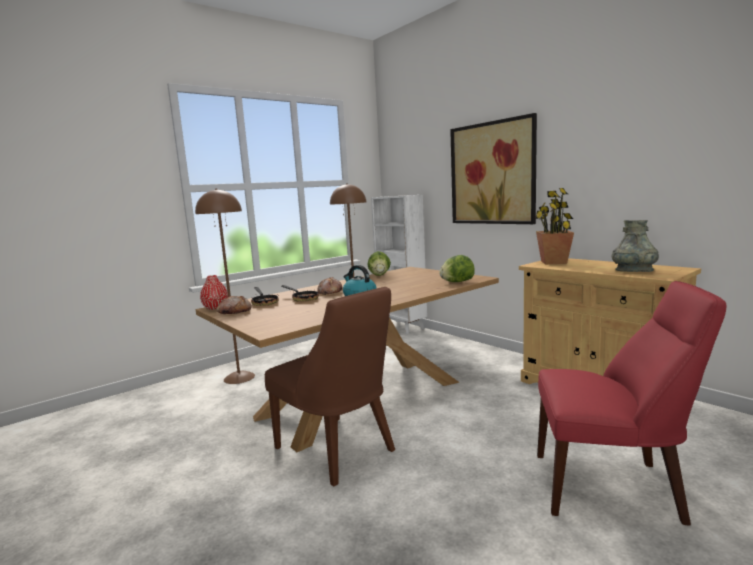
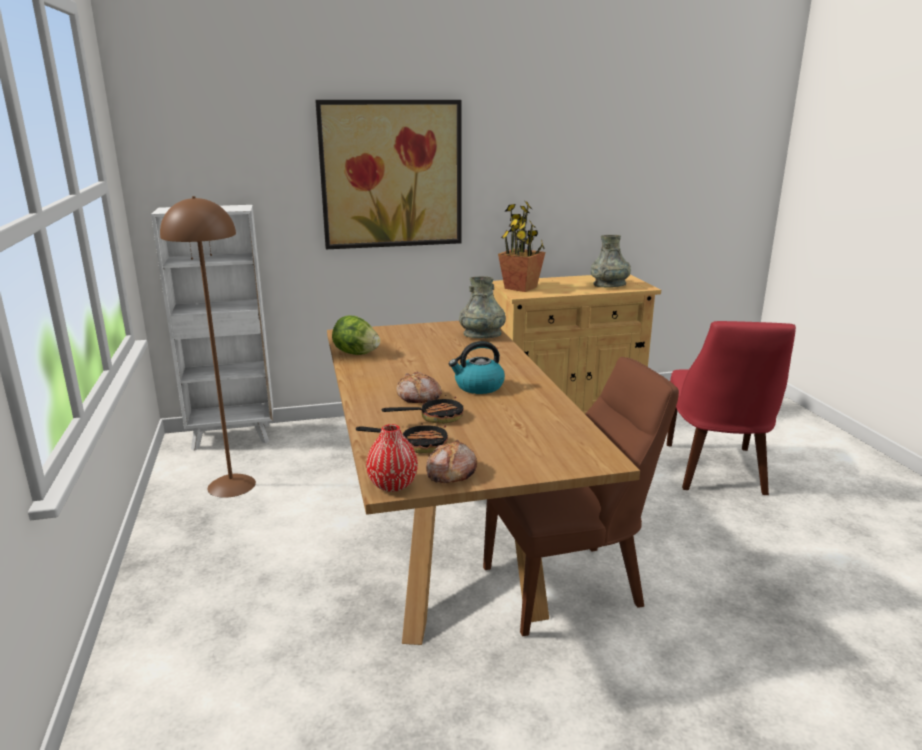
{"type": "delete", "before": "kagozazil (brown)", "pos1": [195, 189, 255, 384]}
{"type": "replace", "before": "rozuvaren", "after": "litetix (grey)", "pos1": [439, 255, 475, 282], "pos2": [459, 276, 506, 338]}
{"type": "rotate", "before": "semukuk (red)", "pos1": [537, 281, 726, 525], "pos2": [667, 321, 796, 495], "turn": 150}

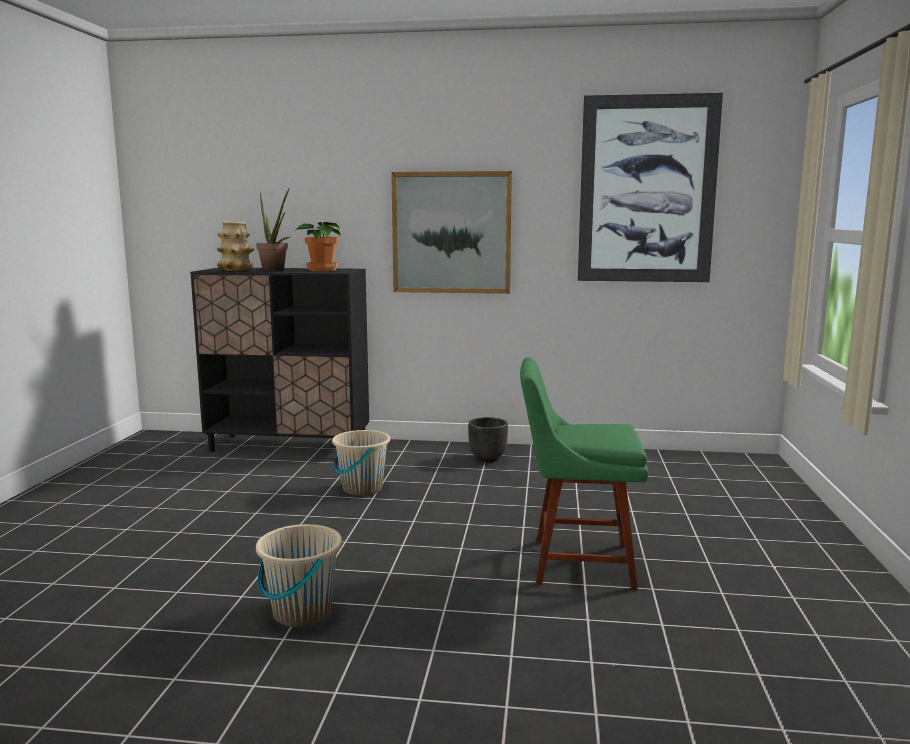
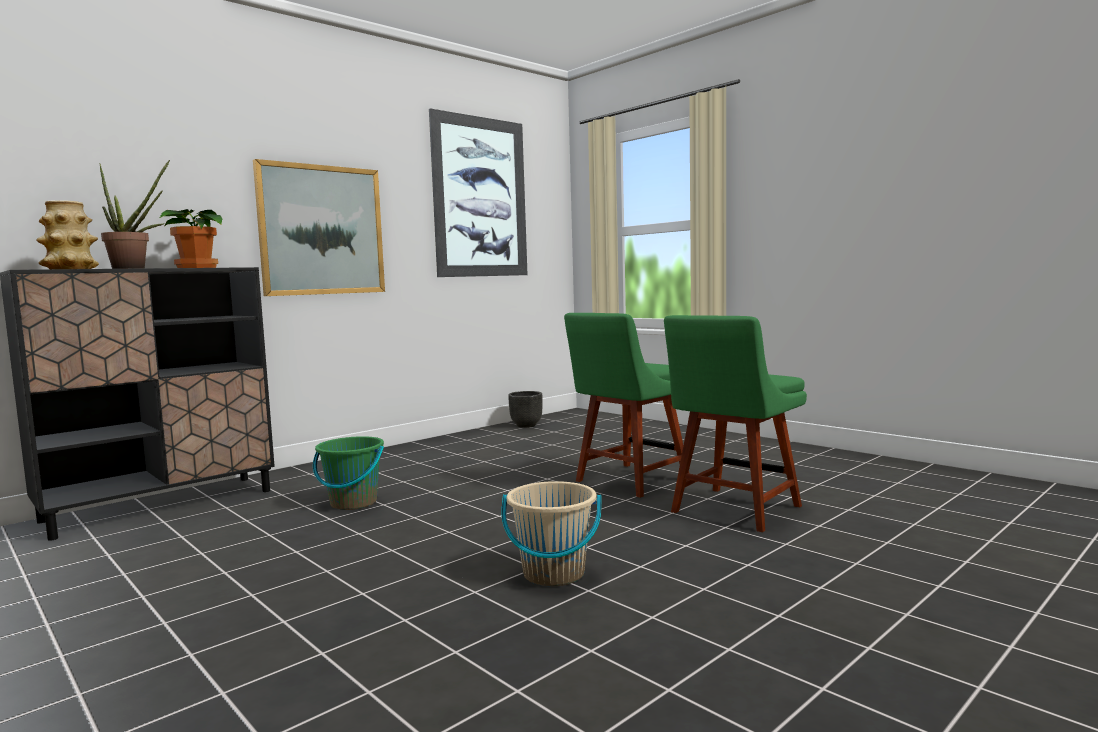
{"type": "insert", "after": "semukuk (green)", "pos2": [664, 315, 807, 532]}
{"type": "move", "before": "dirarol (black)", "pos1": [468, 417, 508, 462], "pos2": [508, 391, 543, 428]}
{"type": "recolor", "before": "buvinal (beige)", "after": "buvinal (green)", "pos1": [332, 430, 390, 496], "pos2": [313, 436, 384, 510]}

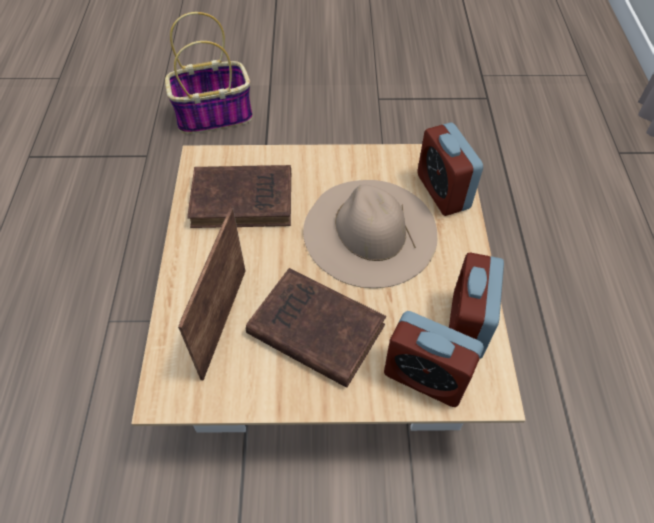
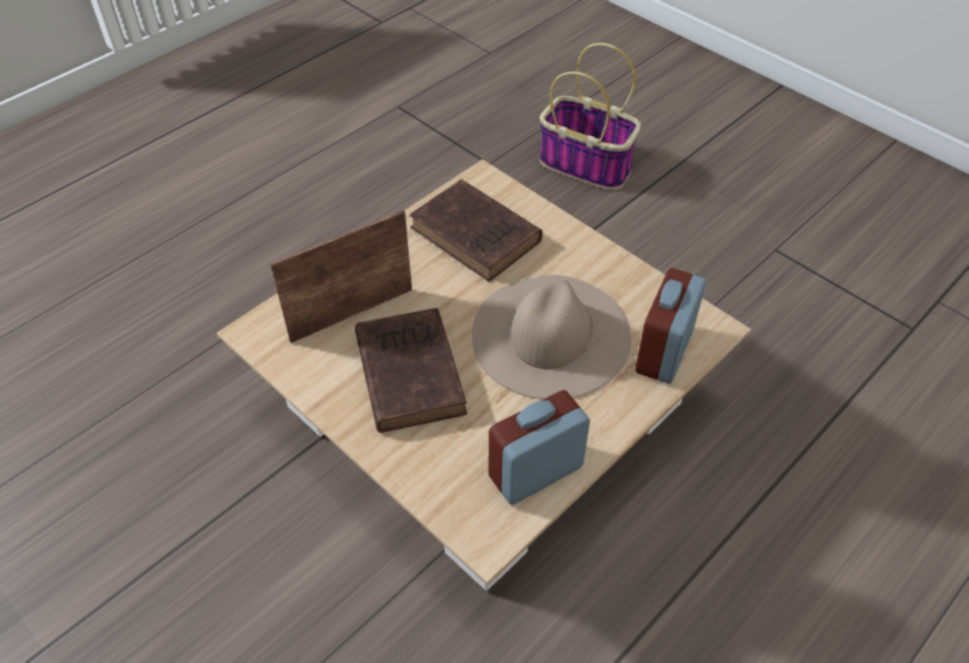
{"type": "delete", "before": "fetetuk", "pos1": [384, 311, 484, 407]}

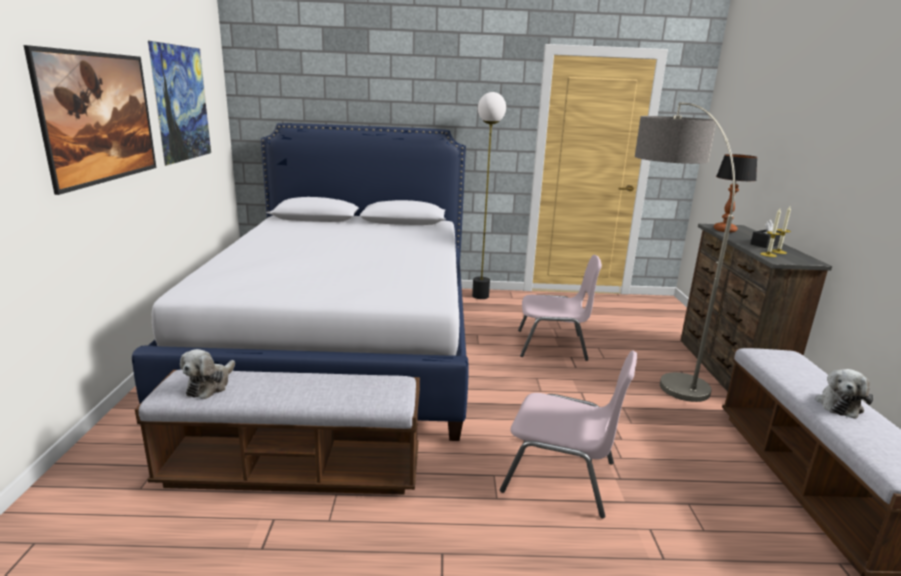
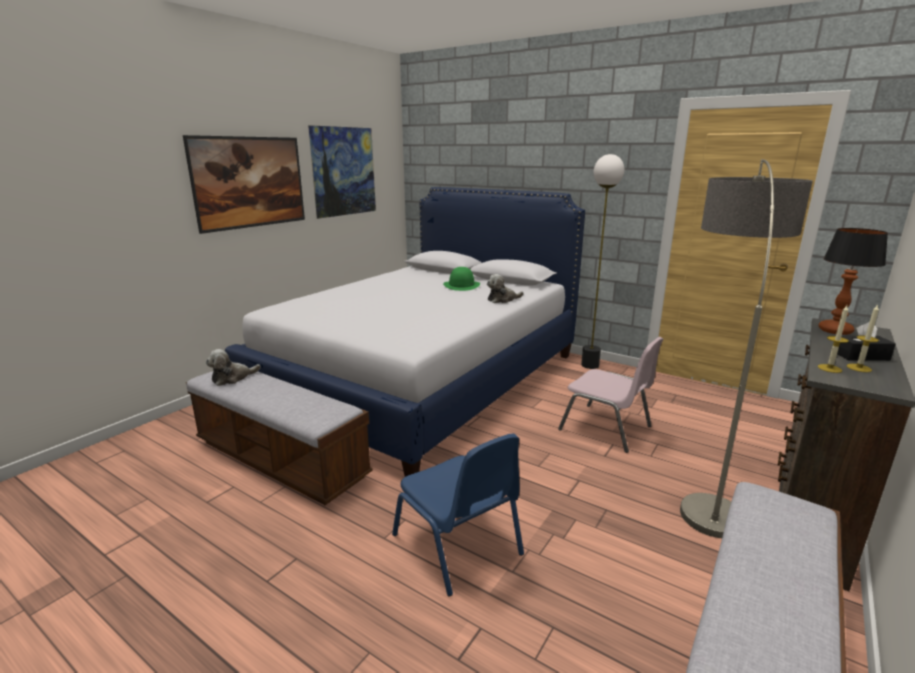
{"type": "insert", "after": "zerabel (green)", "pos2": [443, 267, 480, 291]}
{"type": "move", "before": "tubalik", "pos1": [815, 369, 873, 419], "pos2": [487, 274, 524, 303]}
{"type": "recolor", "before": "semukuk (pink)", "after": "semukuk (blue)", "pos1": [500, 351, 637, 518], "pos2": [392, 434, 524, 596]}

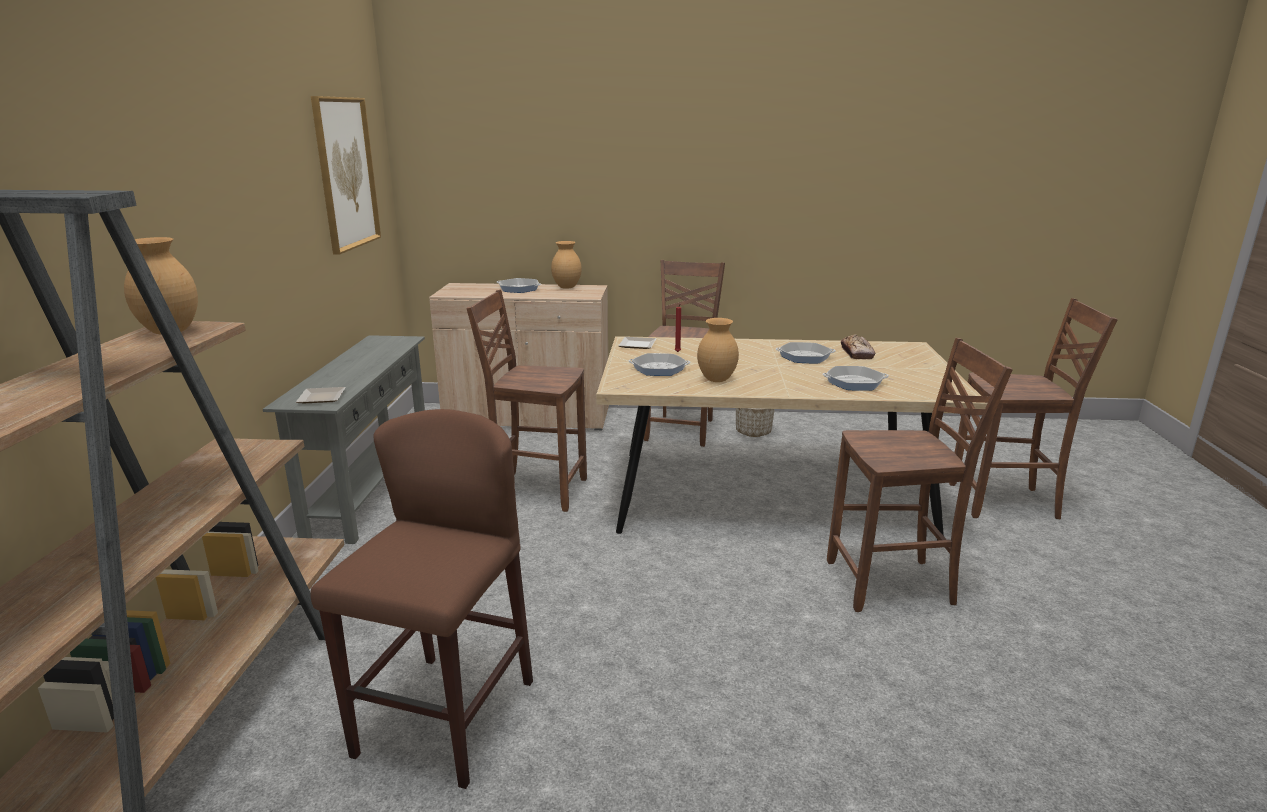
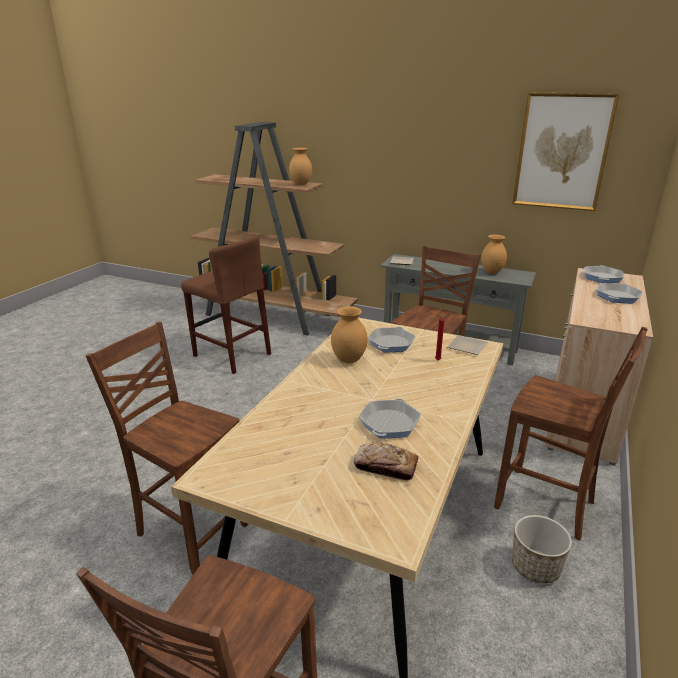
{"type": "move", "before": "litetix (brown)", "pos1": [551, 241, 582, 289], "pos2": [481, 235, 507, 274]}
{"type": "move", "before": "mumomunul", "pos1": [822, 366, 889, 391], "pos2": [584, 265, 624, 283]}
{"type": "rotate", "before": "semukuk (brown)", "pos1": [827, 338, 1013, 612], "pos2": [86, 322, 248, 575], "turn": 105}

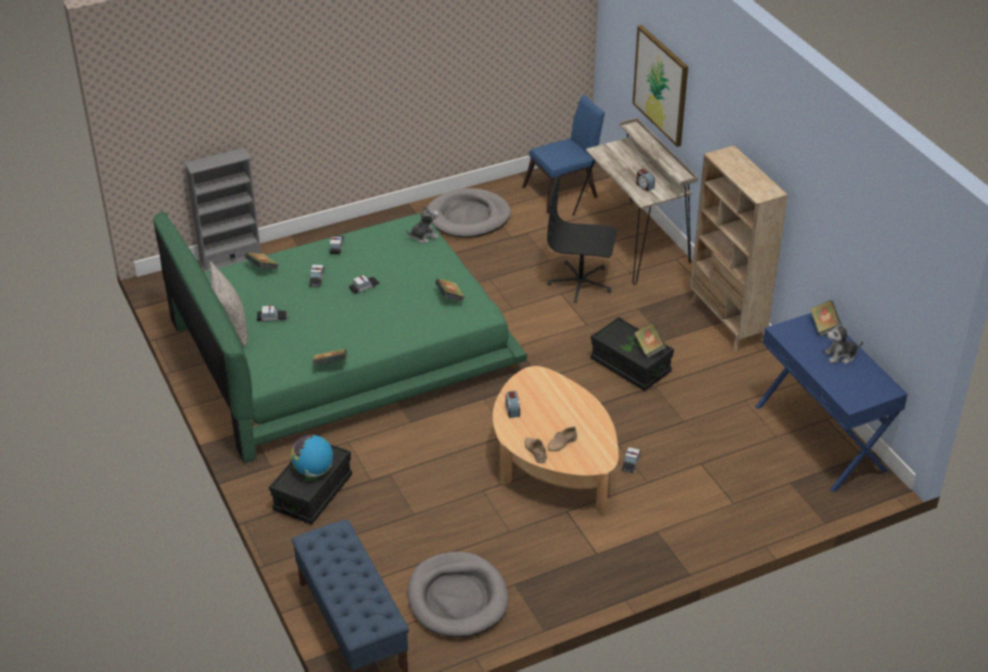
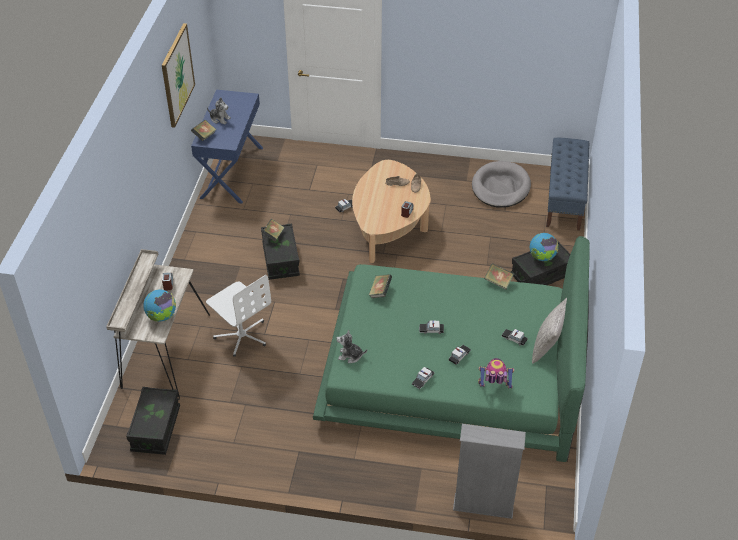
{"type": "delete", "before": "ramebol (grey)", "pos1": [427, 188, 511, 238]}
{"type": "delete", "before": "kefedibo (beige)", "pos1": [690, 145, 788, 352]}
{"type": "insert", "after": "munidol", "pos2": [143, 289, 176, 322]}
{"type": "move", "before": "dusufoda", "pos1": [632, 25, 688, 147], "pos2": [162, 23, 195, 128]}
{"type": "replace", "before": "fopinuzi", "after": "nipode", "pos1": [244, 252, 279, 269], "pos2": [478, 358, 514, 389]}
{"type": "replace", "before": "semukuk (blue)", "after": "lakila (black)", "pos1": [522, 94, 605, 213], "pos2": [126, 387, 180, 455]}
{"type": "recolor", "before": "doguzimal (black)", "after": "doguzimal (white)", "pos1": [547, 176, 617, 303], "pos2": [206, 275, 271, 357]}

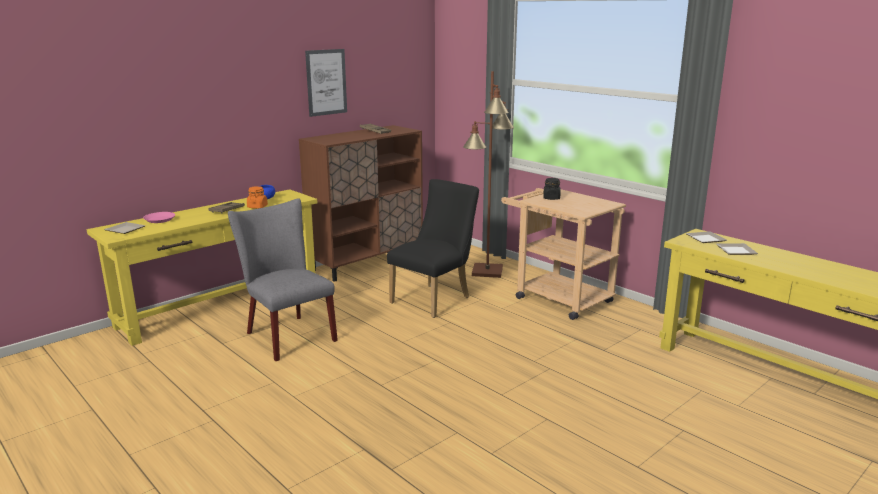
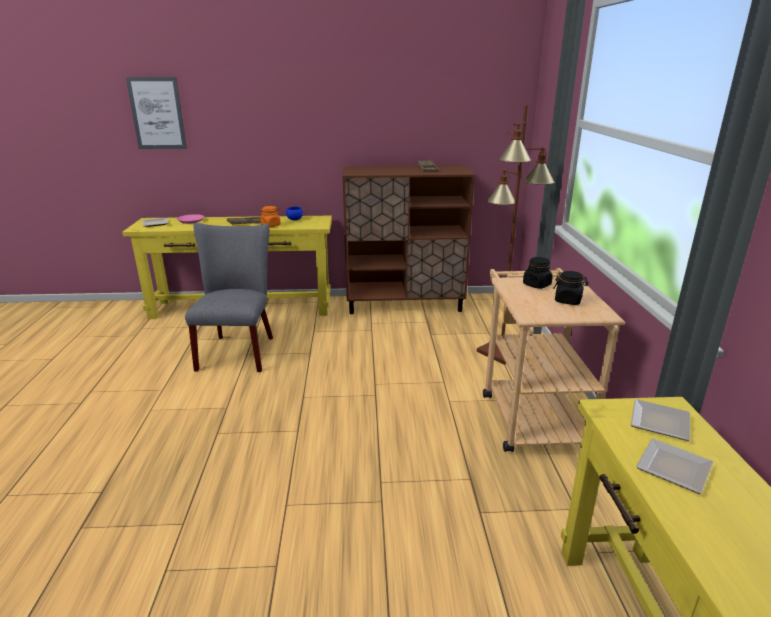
{"type": "delete", "before": "semukuk (black)", "pos1": [387, 179, 479, 318]}
{"type": "insert", "after": "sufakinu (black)", "pos2": [553, 271, 589, 305]}
{"type": "move", "before": "dusufoda", "pos1": [305, 49, 347, 117], "pos2": [126, 77, 187, 149]}

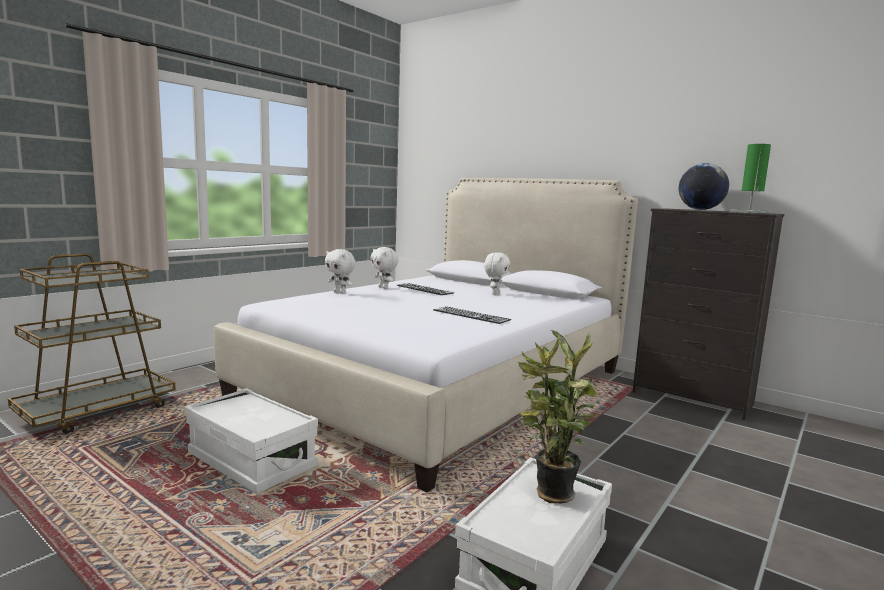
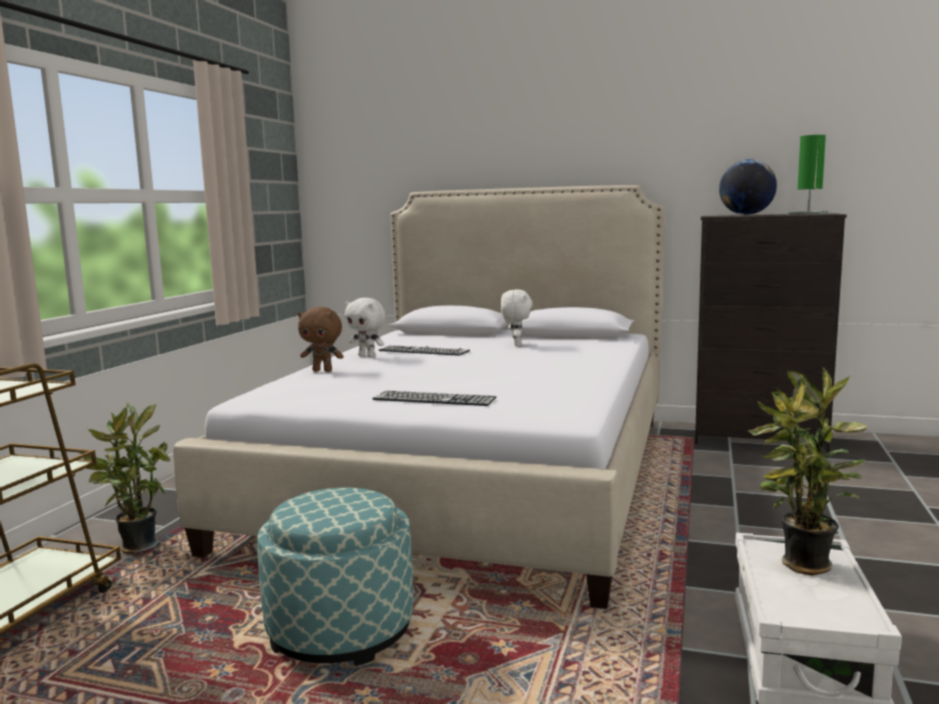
{"type": "insert", "after": "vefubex", "pos2": [78, 402, 170, 554]}
{"type": "move", "before": "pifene", "pos1": [433, 306, 511, 324], "pos2": [372, 391, 496, 406]}
{"type": "replace", "before": "lakila (white)", "after": "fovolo", "pos1": [184, 388, 318, 494], "pos2": [257, 488, 413, 666]}
{"type": "recolor", "before": "tubalik (white)", "after": "tubalik (brown)", "pos1": [325, 249, 356, 294], "pos2": [298, 307, 344, 372]}

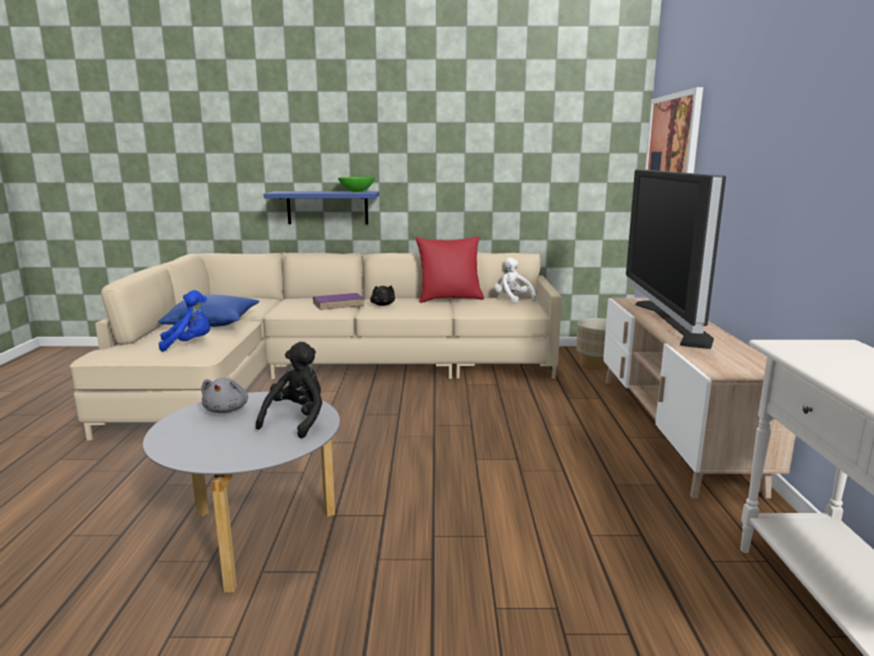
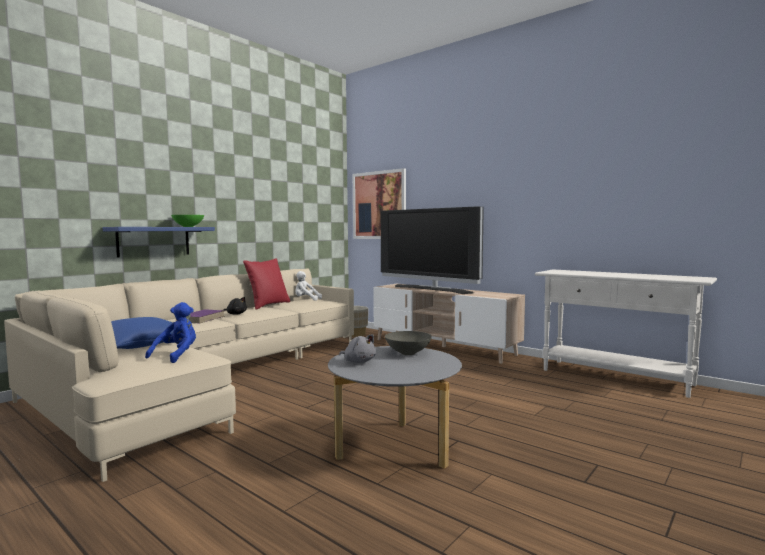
{"type": "replace", "before": "tubalik (black)", "after": "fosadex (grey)", "pos1": [256, 342, 322, 439], "pos2": [385, 331, 432, 355]}

